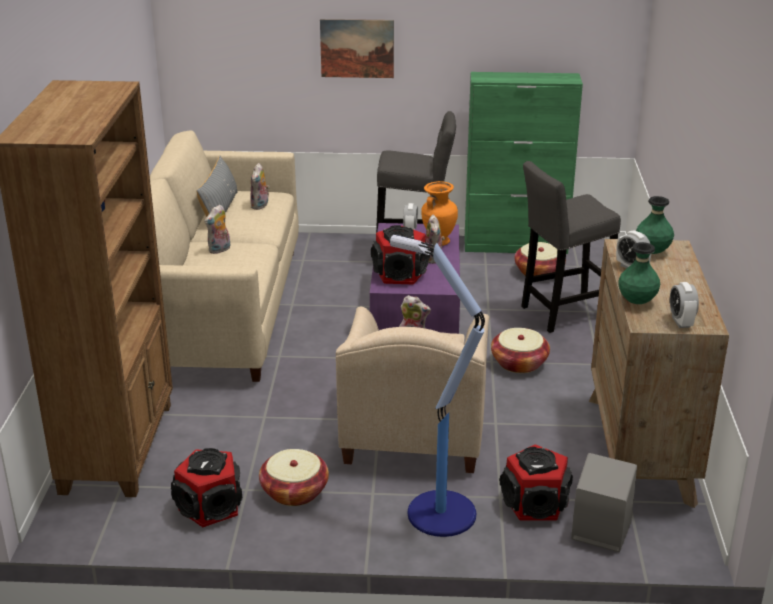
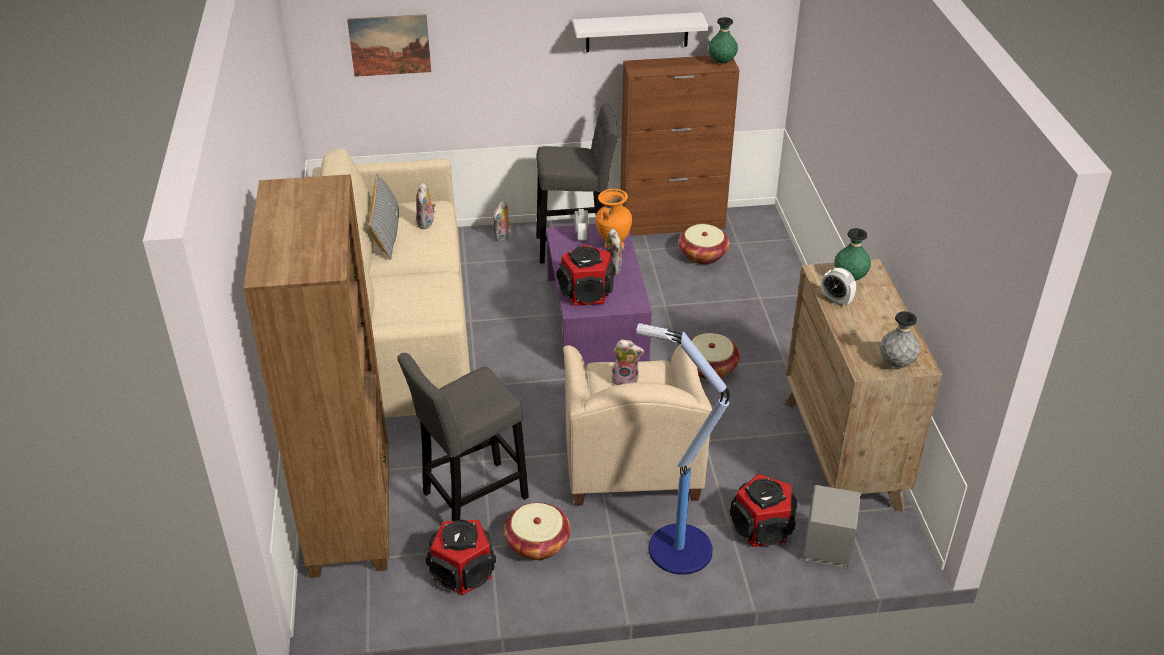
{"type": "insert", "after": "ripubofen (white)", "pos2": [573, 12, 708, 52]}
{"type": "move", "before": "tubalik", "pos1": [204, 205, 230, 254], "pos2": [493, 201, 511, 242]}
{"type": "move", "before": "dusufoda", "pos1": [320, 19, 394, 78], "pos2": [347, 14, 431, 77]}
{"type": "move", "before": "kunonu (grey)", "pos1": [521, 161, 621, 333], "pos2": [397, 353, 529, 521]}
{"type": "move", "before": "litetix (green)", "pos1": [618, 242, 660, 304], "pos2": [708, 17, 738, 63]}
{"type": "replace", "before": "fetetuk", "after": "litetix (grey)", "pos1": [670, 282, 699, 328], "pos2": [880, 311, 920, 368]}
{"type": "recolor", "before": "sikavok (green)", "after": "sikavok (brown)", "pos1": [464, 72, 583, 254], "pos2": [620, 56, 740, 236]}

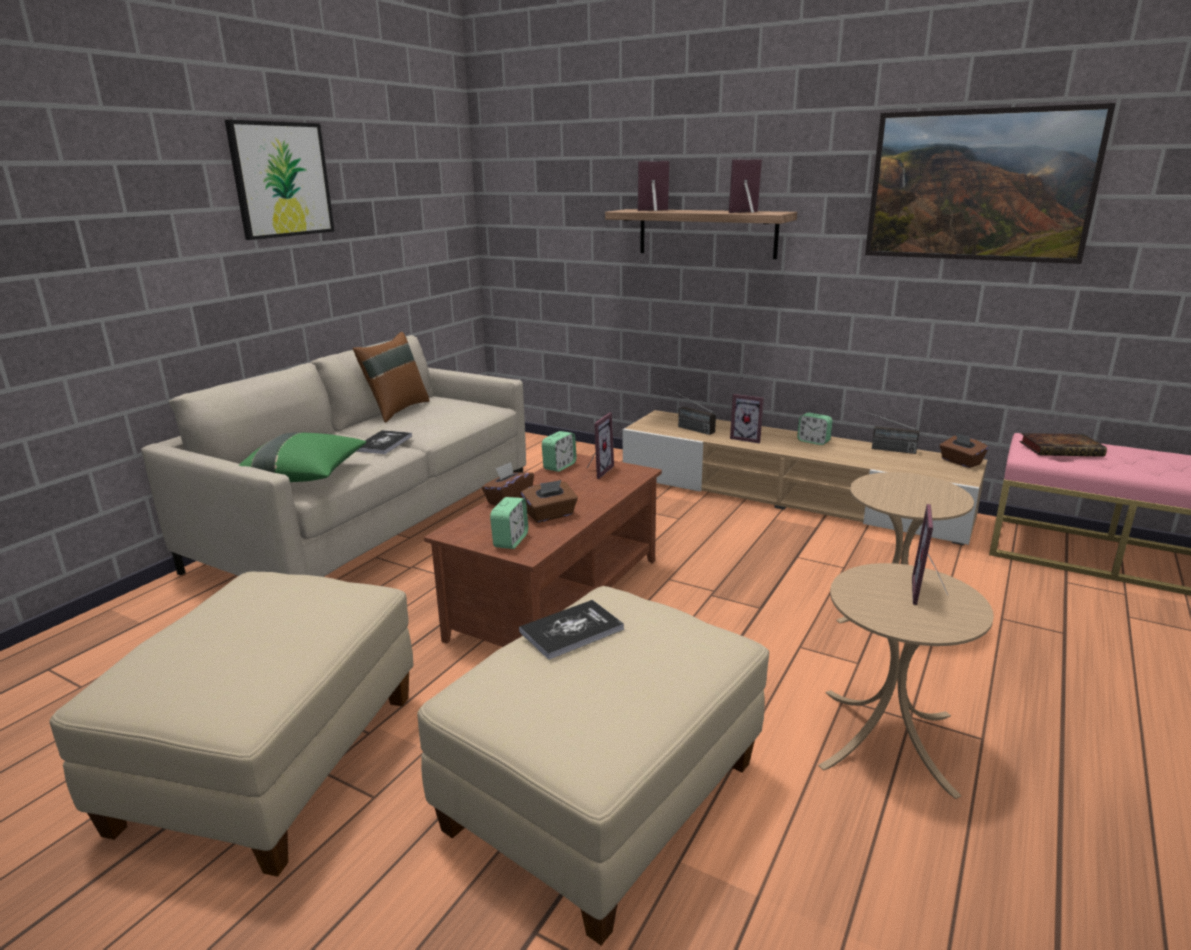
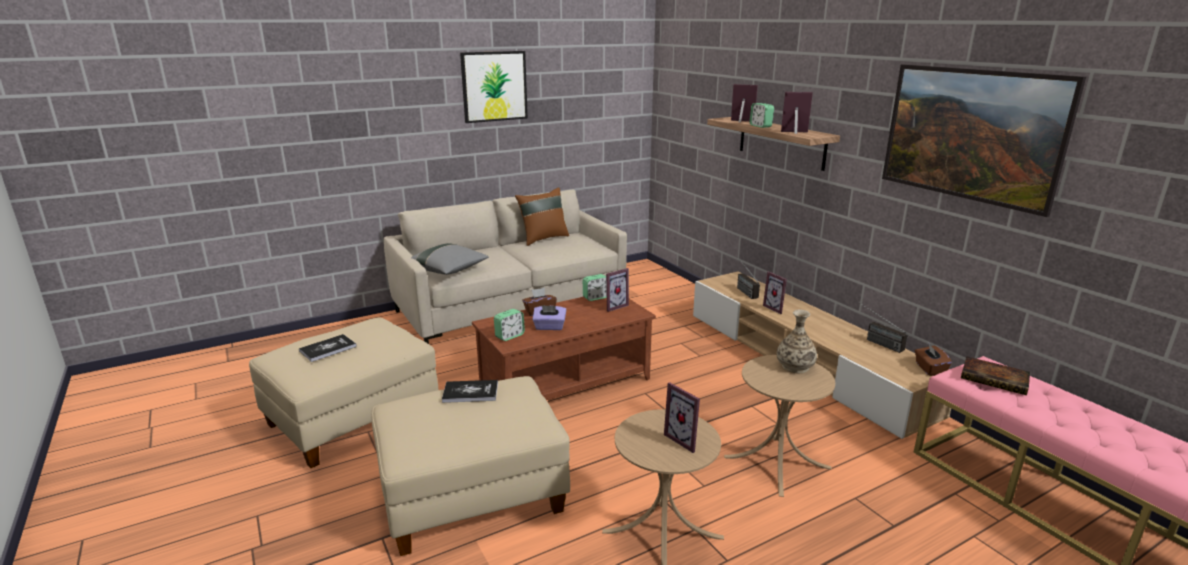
{"type": "insert", "after": "litetix", "pos2": [777, 310, 817, 373]}
{"type": "move", "before": "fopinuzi", "pos1": [356, 430, 412, 454], "pos2": [299, 334, 357, 362]}
{"type": "move", "before": "fetetuk", "pos1": [797, 413, 833, 445], "pos2": [750, 103, 774, 128]}
{"type": "recolor", "before": "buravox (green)", "after": "buravox (grey)", "pos1": [239, 432, 366, 482], "pos2": [411, 243, 489, 275]}
{"type": "recolor", "before": "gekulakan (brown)", "after": "gekulakan (purple)", "pos1": [521, 480, 578, 523], "pos2": [532, 305, 566, 330]}
{"type": "rotate", "before": "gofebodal", "pos1": [912, 504, 948, 605], "pos2": [664, 382, 700, 453], "turn": -90}

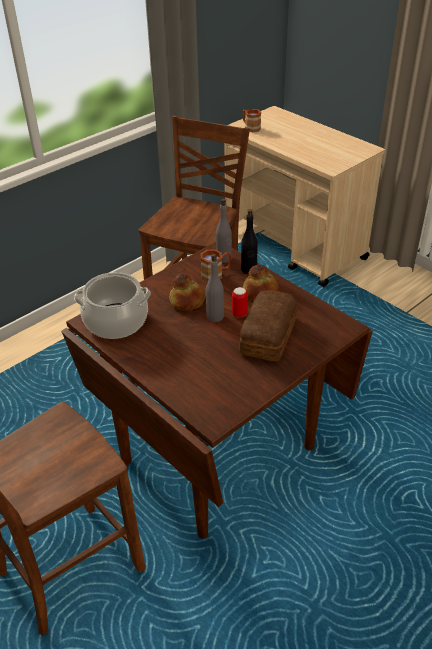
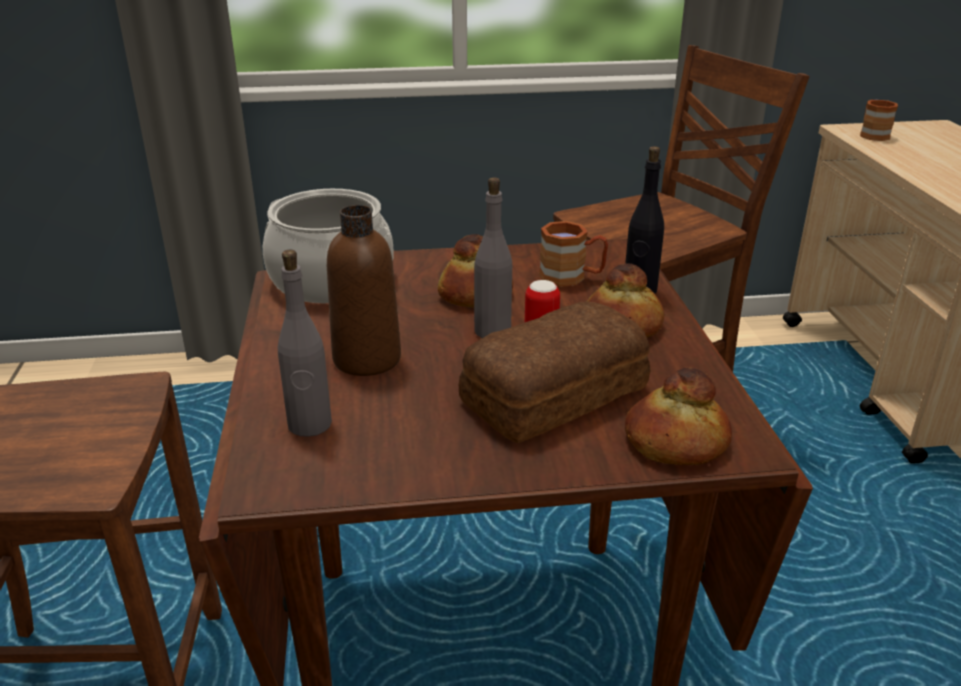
{"type": "insert", "after": "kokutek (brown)", "pos2": [327, 205, 401, 376]}
{"type": "insert", "after": "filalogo", "pos2": [625, 367, 732, 465]}
{"type": "move", "before": "kokutek (grey)", "pos1": [216, 199, 232, 263], "pos2": [278, 250, 332, 437]}

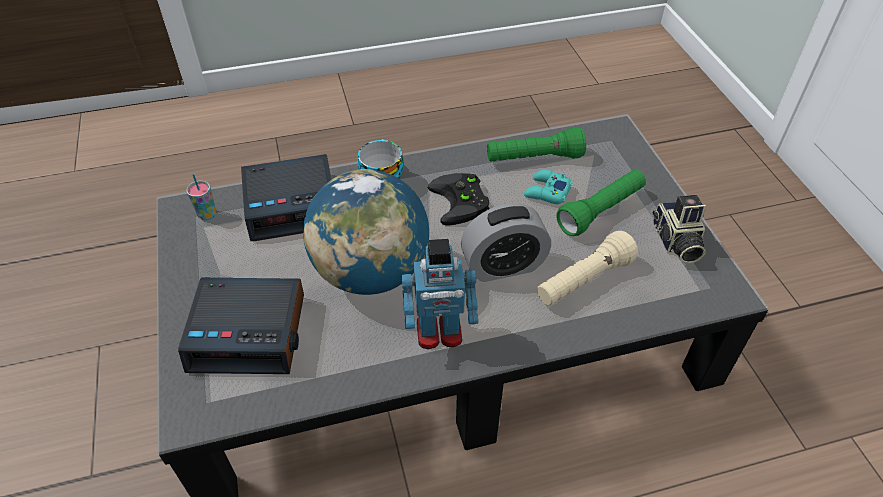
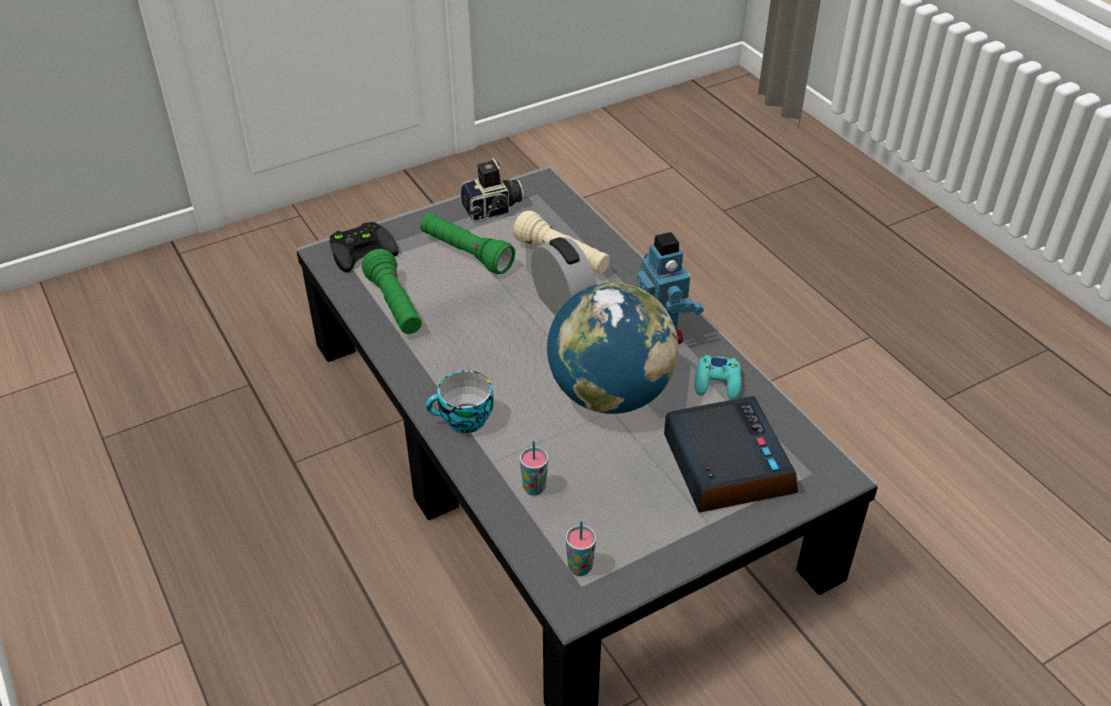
{"type": "move", "before": "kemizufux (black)", "pos1": [428, 173, 490, 225], "pos2": [330, 222, 399, 272]}
{"type": "move", "before": "kemizufux (turquoise)", "pos1": [524, 169, 572, 204], "pos2": [695, 355, 742, 400]}
{"type": "replace", "before": "fetetuk", "after": "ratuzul", "pos1": [241, 154, 332, 241], "pos2": [520, 441, 548, 495]}

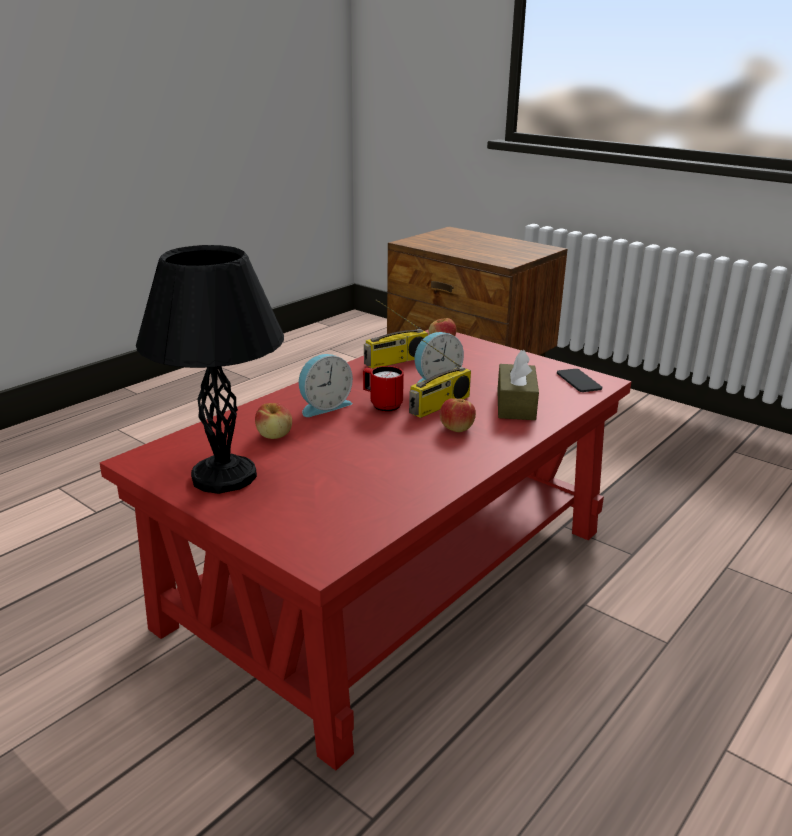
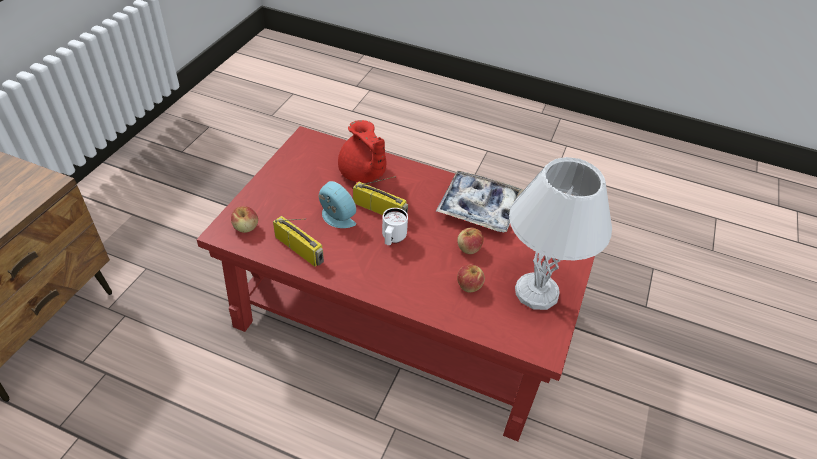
{"type": "delete", "before": "fetetuk", "pos1": [299, 354, 353, 417]}
{"type": "delete", "before": "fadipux", "pos1": [557, 369, 602, 392]}
{"type": "insert", "after": "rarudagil", "pos2": [436, 170, 524, 233]}
{"type": "move", "before": "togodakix", "pos1": [440, 398, 476, 432], "pos2": [457, 228, 484, 254]}
{"type": "replace", "before": "gekulakan (brown)", "after": "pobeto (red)", "pos1": [497, 350, 539, 420], "pos2": [338, 120, 386, 183]}
{"type": "recolor", "before": "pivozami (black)", "after": "pivozami (white)", "pos1": [136, 245, 284, 494], "pos2": [509, 157, 612, 310]}
{"type": "recolor", "before": "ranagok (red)", "after": "ranagok (white)", "pos1": [363, 366, 404, 412], "pos2": [382, 208, 408, 245]}

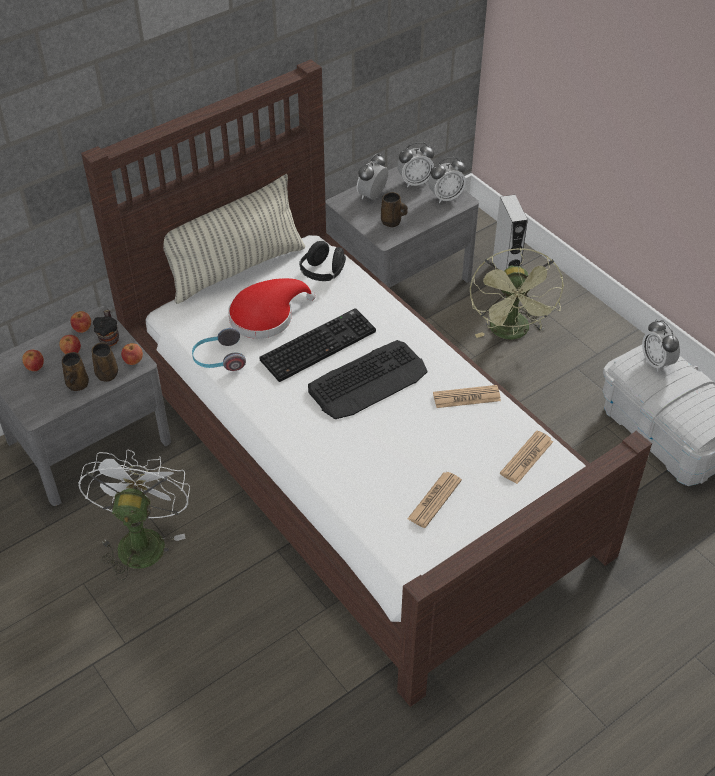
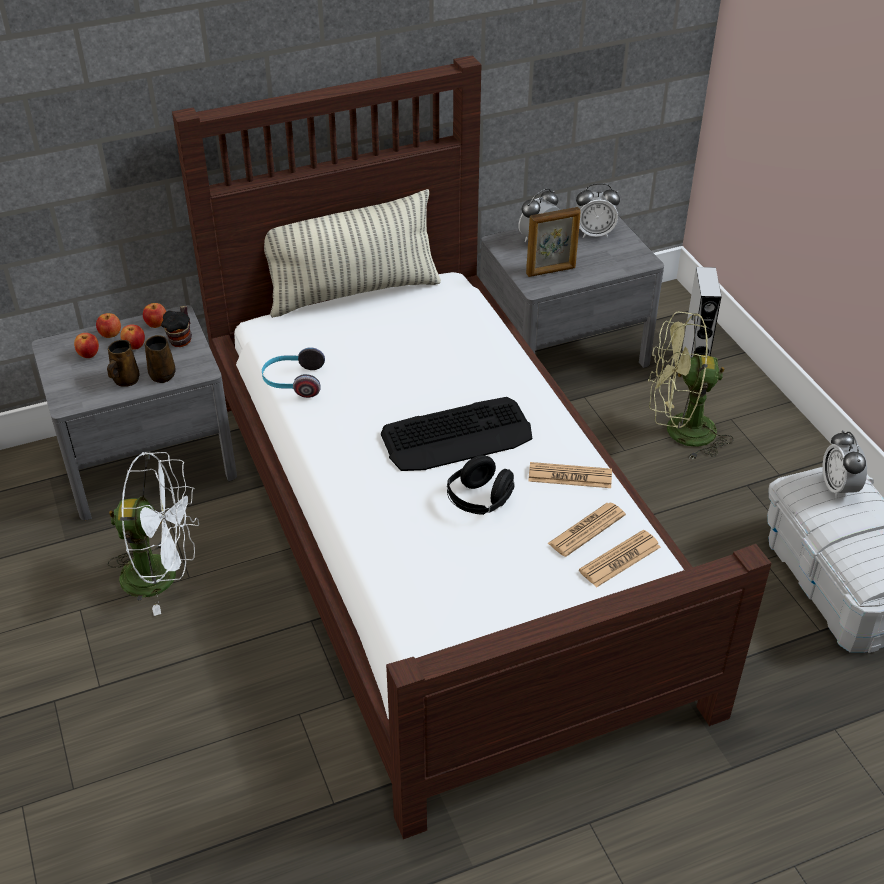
{"type": "delete", "before": "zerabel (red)", "pos1": [228, 278, 316, 339]}
{"type": "delete", "before": "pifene", "pos1": [260, 308, 376, 382]}
{"type": "delete", "before": "fetetuk", "pos1": [428, 157, 466, 203]}
{"type": "move", "before": "togodakix", "pos1": [121, 343, 143, 365], "pos2": [96, 313, 121, 338]}
{"type": "move", "before": "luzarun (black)", "pos1": [299, 241, 346, 281], "pos2": [447, 455, 514, 515]}
{"type": "move", "before": "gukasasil", "pos1": [408, 472, 462, 528], "pos2": [547, 502, 626, 557]}
{"type": "replace", "before": "ranagok (brown)", "after": "gofebodal", "pos1": [381, 192, 408, 227], "pos2": [526, 207, 581, 277]}
{"type": "rotate", "before": "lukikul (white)", "pos1": [78, 449, 190, 580], "pos2": [108, 451, 199, 616], "turn": 75}
{"type": "rotate", "before": "lukikul (green)", "pos1": [470, 248, 564, 340], "pos2": [648, 312, 733, 460], "turn": 75}

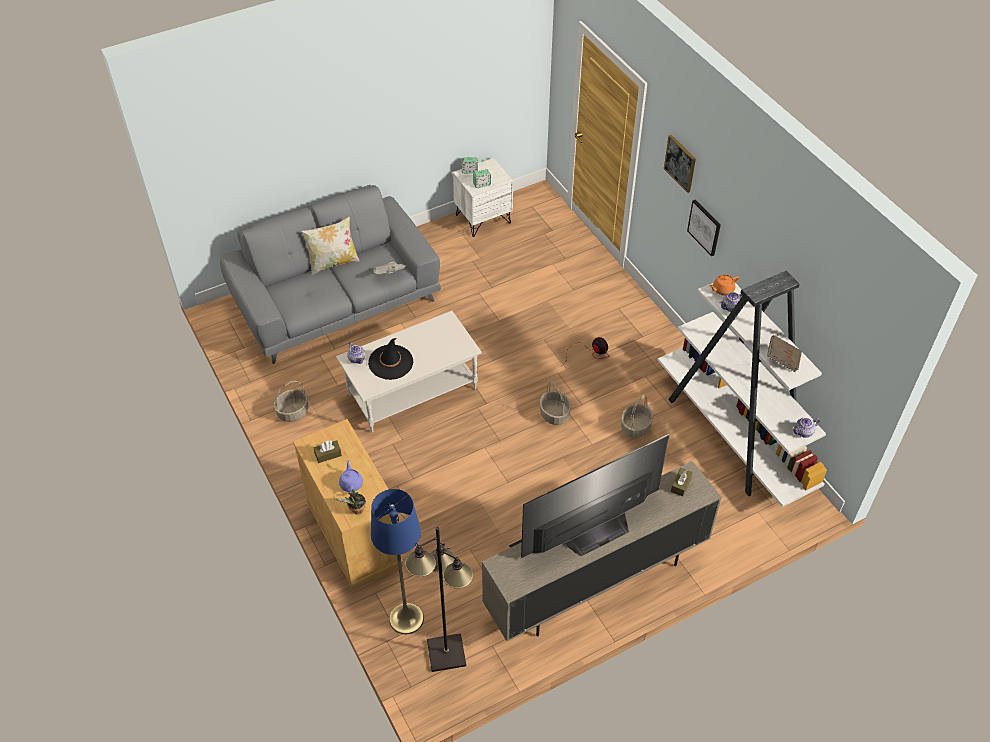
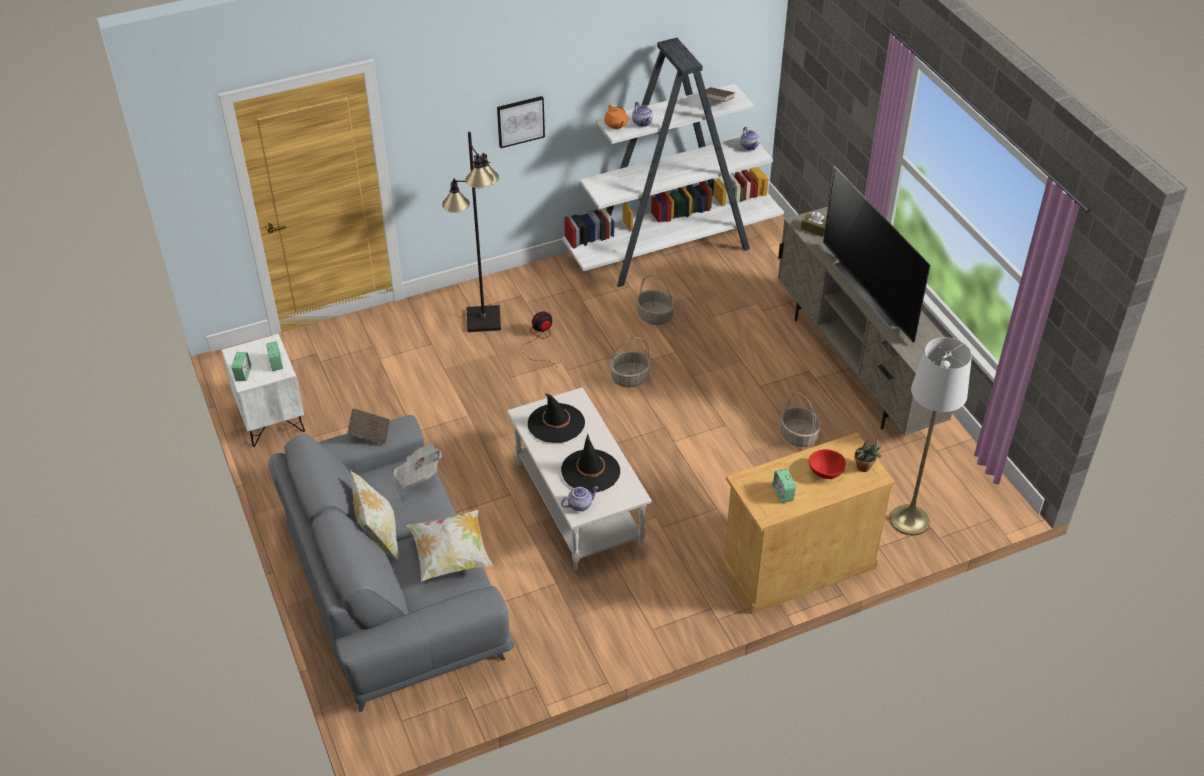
{"type": "delete", "before": "dusufoda", "pos1": [664, 135, 696, 193]}
{"type": "insert", "after": "fopinuzi (brown)", "pos2": [347, 408, 390, 445]}
{"type": "insert", "after": "buravox", "pos2": [407, 510, 494, 582]}
{"type": "insert", "after": "zerabel (black)", "pos2": [528, 393, 585, 443]}
{"type": "move", "before": "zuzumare", "pos1": [274, 381, 308, 422], "pos2": [780, 392, 821, 447]}
{"type": "move", "before": "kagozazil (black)", "pos1": [405, 527, 473, 672], "pos2": [442, 132, 501, 332]}
{"type": "replace", "before": "gekulakan (brown)", "after": "fetetuk", "pos1": [314, 440, 342, 463], "pos2": [773, 469, 796, 503]}
{"type": "replace", "before": "pobeto (purple)", "after": "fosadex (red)", "pos1": [339, 460, 363, 493], "pos2": [809, 449, 846, 479]}
{"type": "recolor", "before": "kagozazil (blue)", "after": "kagozazil (white)", "pos1": [371, 489, 424, 634], "pos2": [890, 337, 972, 535]}

